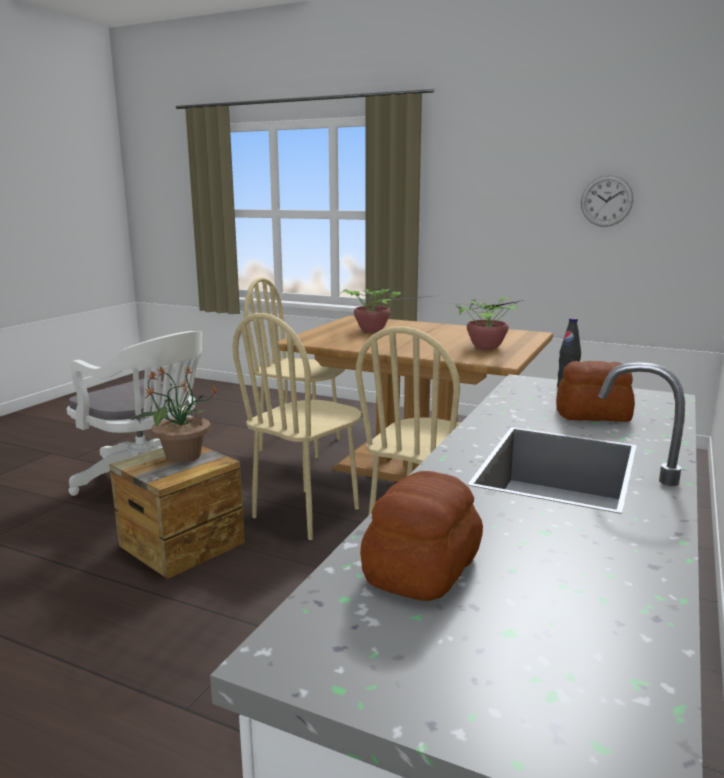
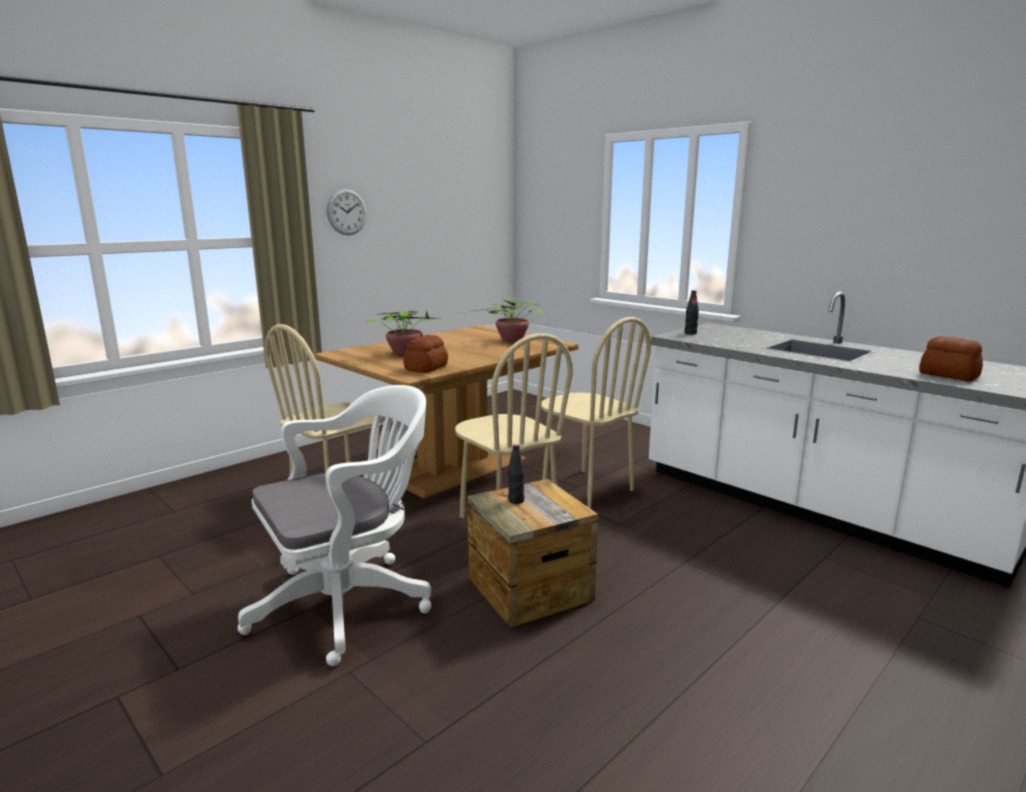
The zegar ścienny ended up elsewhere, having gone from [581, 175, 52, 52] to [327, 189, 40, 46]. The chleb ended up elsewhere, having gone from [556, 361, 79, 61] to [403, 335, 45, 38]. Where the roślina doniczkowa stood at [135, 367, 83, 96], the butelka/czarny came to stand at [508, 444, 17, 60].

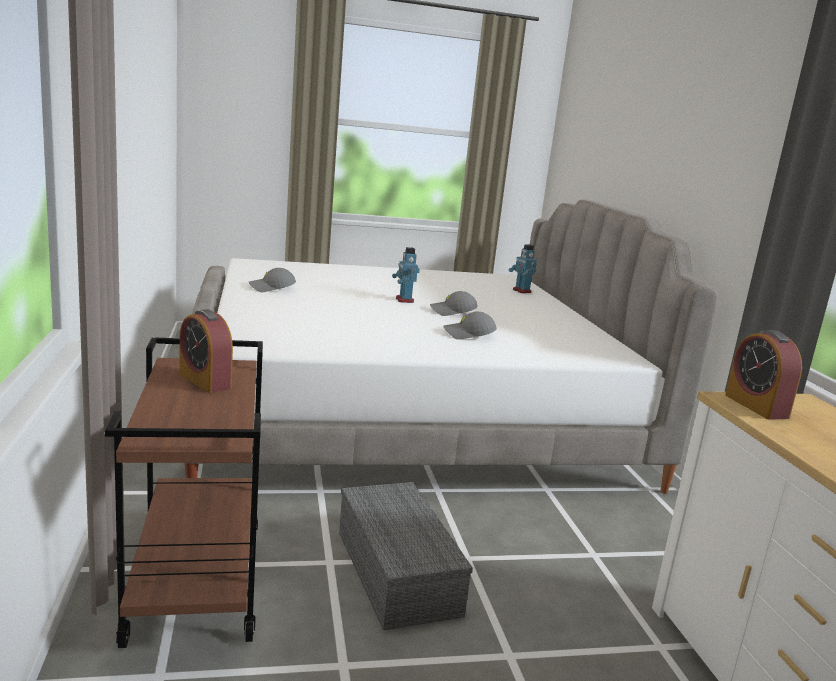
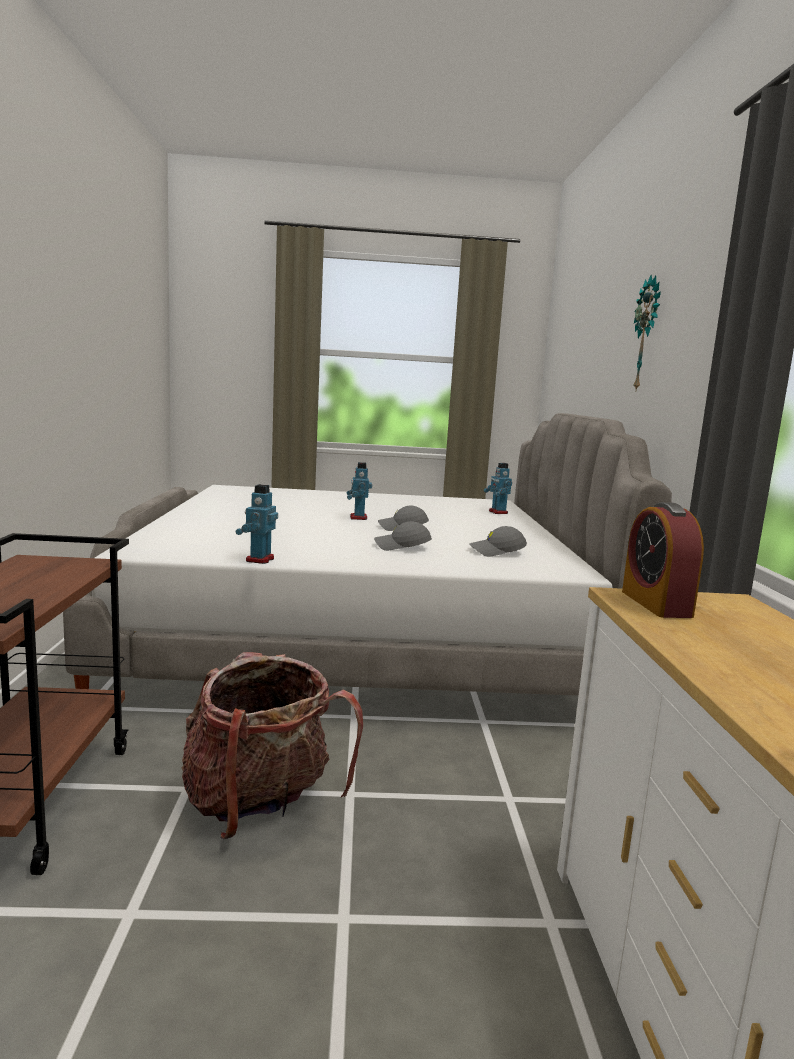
The czapka z daszkiem/szary ended up elsewhere, having gone from [249, 268, 47, 24] to [469, 526, 58, 31]. The second view lost the budzik at [180, 309, 53, 84]. Where the pojemnik do przechowywania/szary stood at [339, 482, 134, 148], the plecak came to stand at [182, 652, 181, 187]. The second view gained the zegar ścienny at [634, 275, 27, 115]. The second view gained the robot zabawkowy at [236, 484, 42, 80].

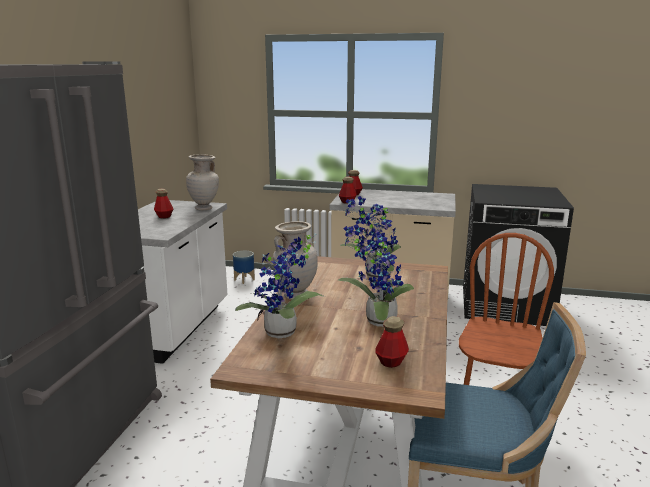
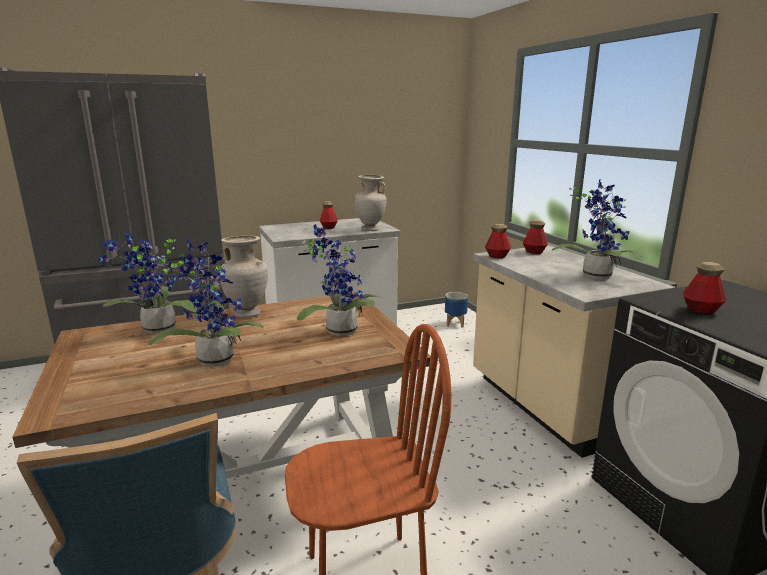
The butelka ended up elsewhere, having gone from [375, 316, 34, 52] to [682, 262, 44, 52]. The second view gained the roślina doniczkowa at [552, 180, 91, 99].

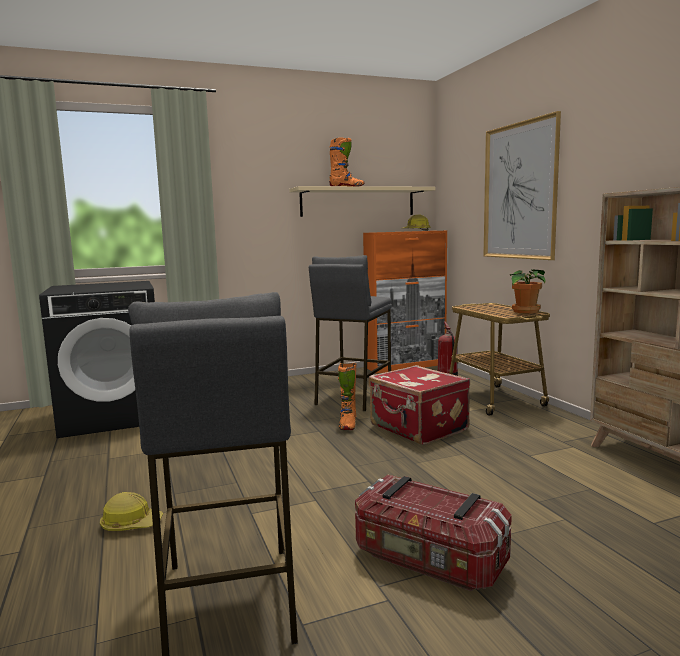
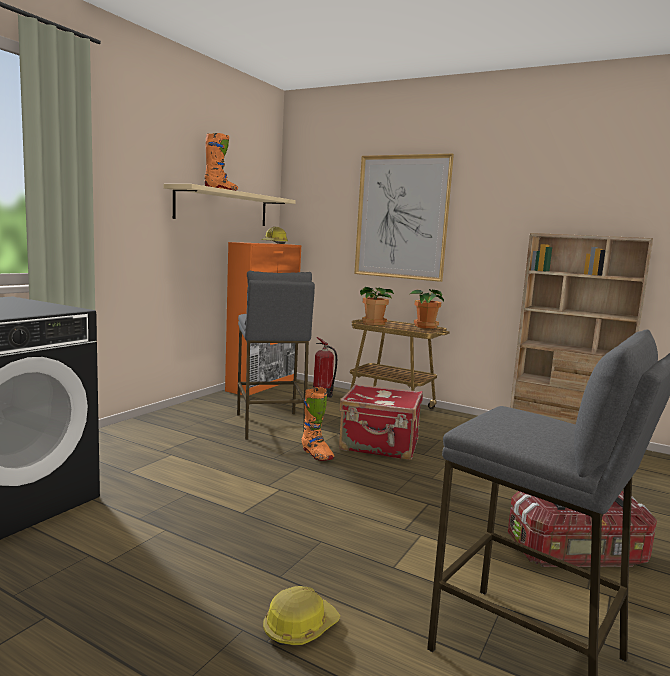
The second view gained the roślina doniczkowa at [360, 287, 34, 39].

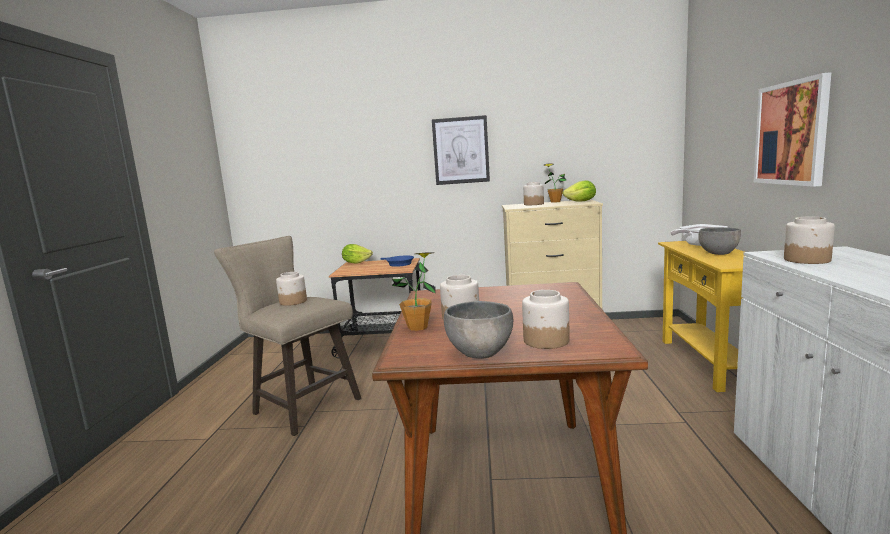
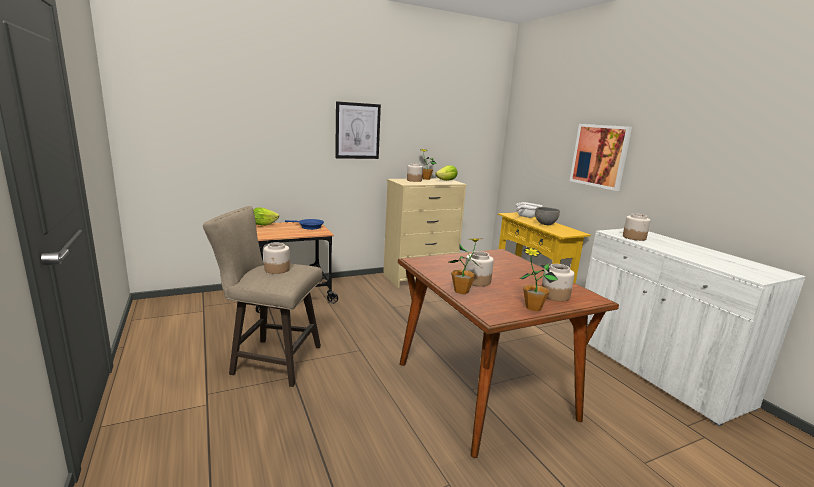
Where the miska/szary stood at [444, 301, 69, 58], the roślina doniczkowa came to stand at [519, 247, 39, 64].

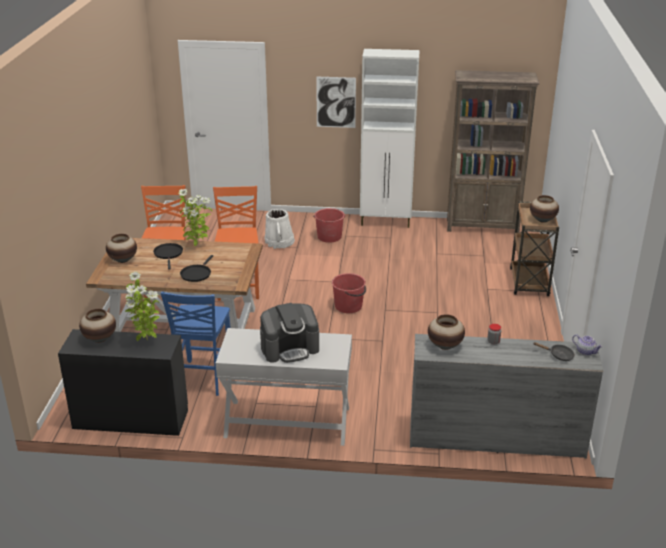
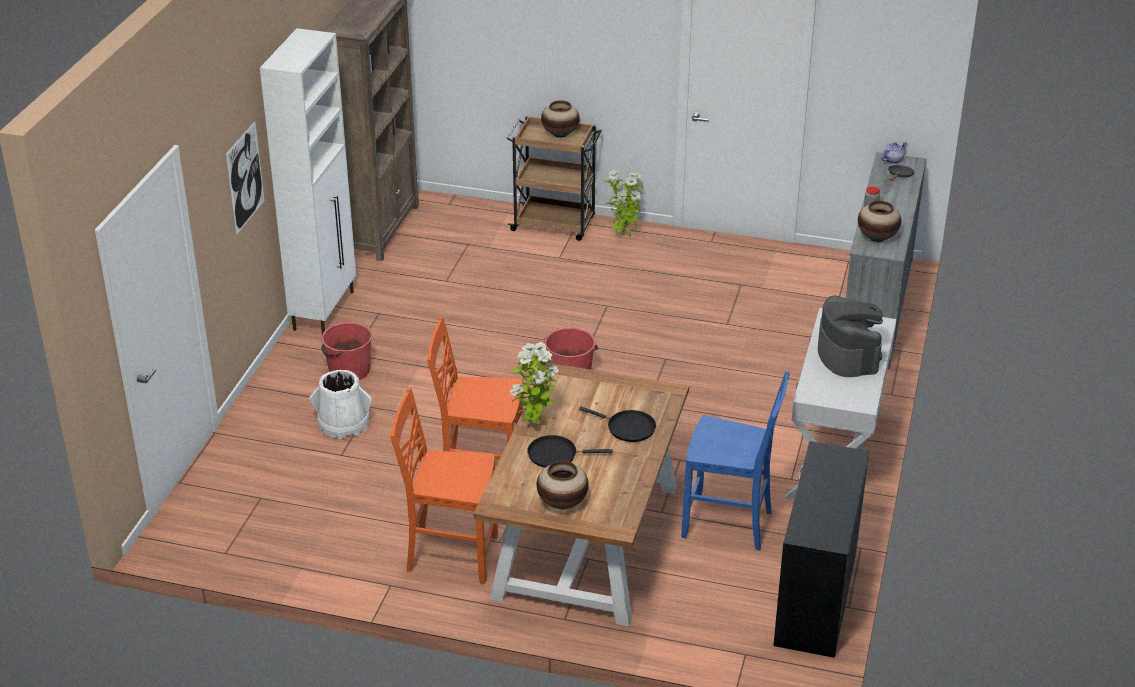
The roślina doniczkowa ended up elsewhere, having gone from [125, 272, 34, 69] to [604, 170, 40, 67]. The second view lost the wazon at [79, 309, 37, 34].

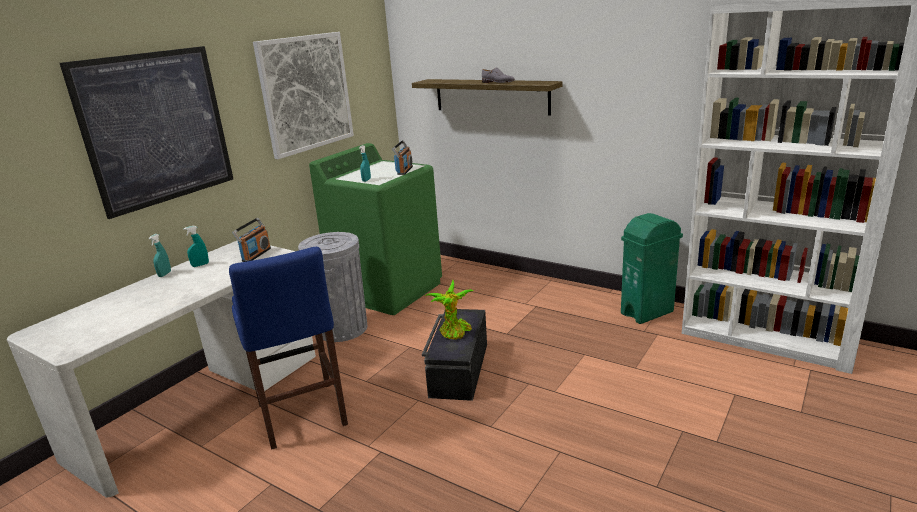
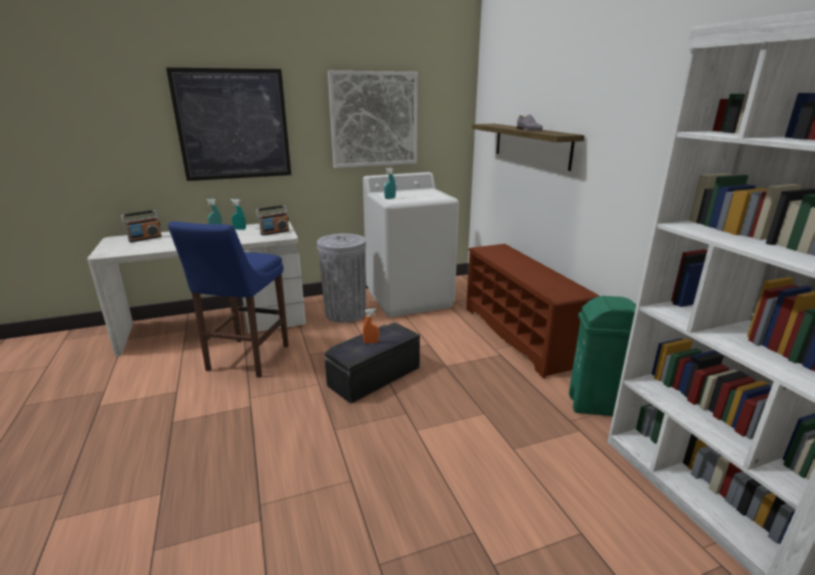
The radio ended up elsewhere, having gone from [392, 140, 21, 35] to [121, 210, 41, 32]. What was the pralka/zielony at [309, 143, 133, 172] turned into the pralka/biały at [363, 172, 96, 145]. Where the roślina doniczkowa stood at [425, 280, 49, 60], the spryskiwacz/pomarańczowy came to stand at [363, 309, 16, 35]. The second view gained the regał na buty/brązowy at [466, 244, 133, 134].

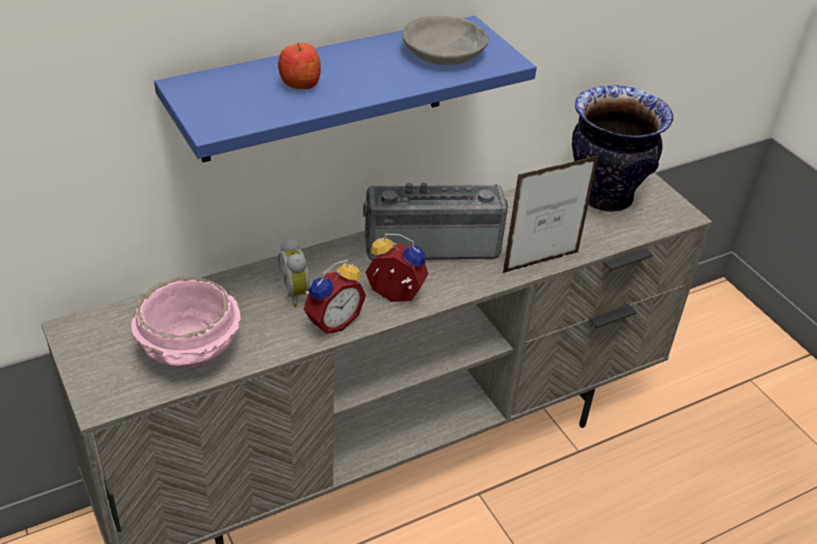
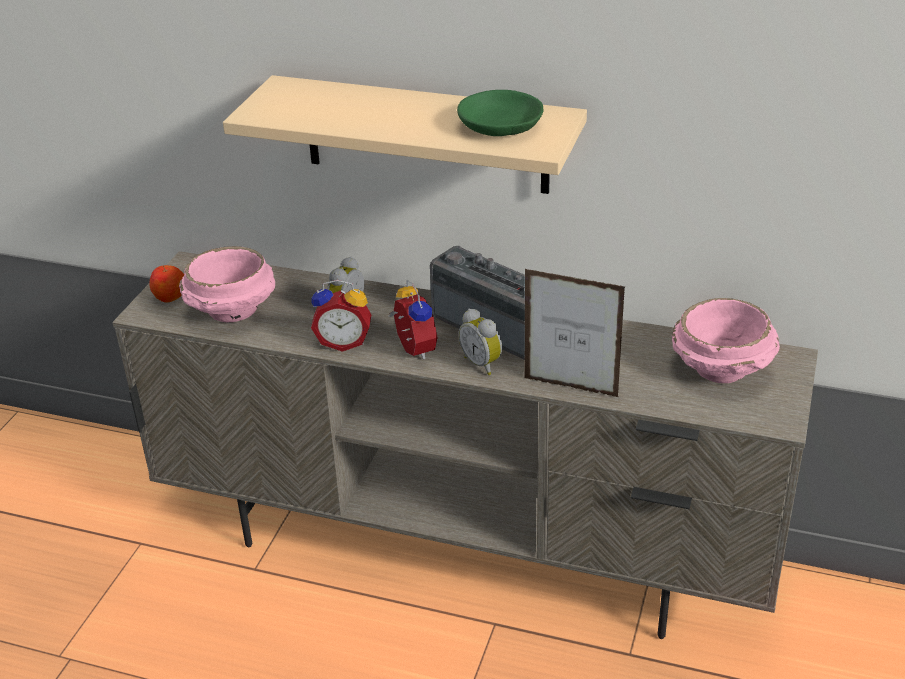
What was the półka/niebieski at [154, 16, 383, 146] turned into the półka/beżowy at [223, 75, 364, 119]. What was the miska/szary at [402, 16, 87, 49] turned into the miska/zielony at [457, 90, 87, 46]. The jabłko ended up elsewhere, having gone from [278, 43, 43, 46] to [149, 265, 35, 38]. Where the wazon stood at [572, 85, 101, 127], the miska/różowy came to stand at [672, 298, 108, 85]. The second view gained the budzik at [458, 309, 44, 66].

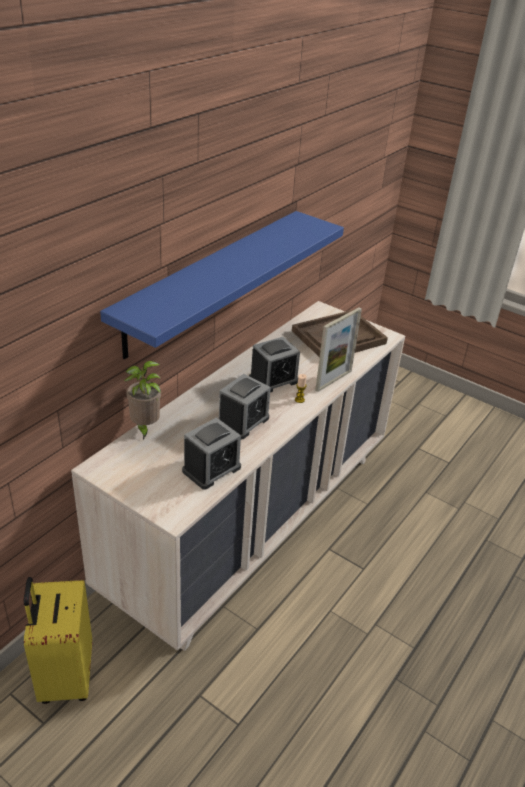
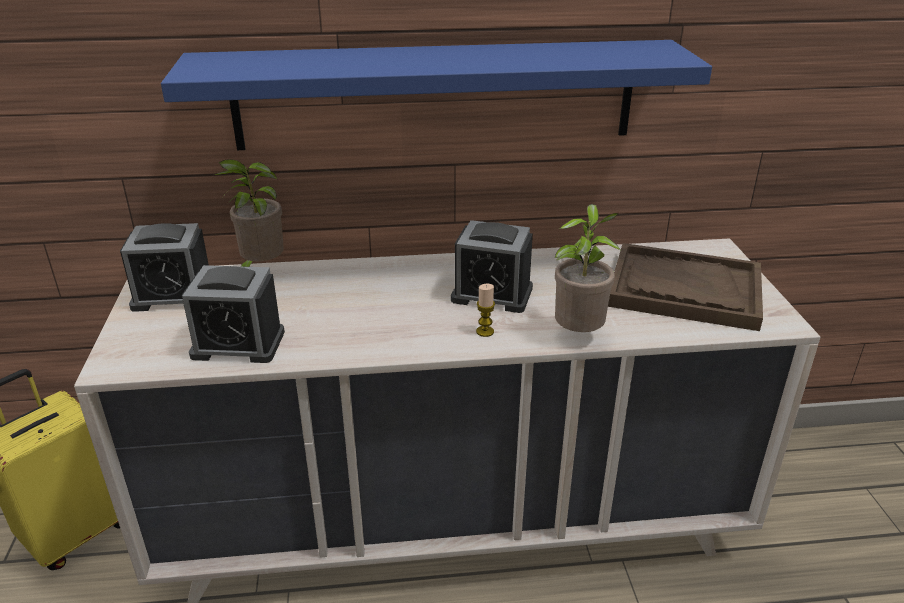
Where the ramka na zdjęcie stood at [315, 307, 47, 85], the roślina doniczkowa came to stand at [555, 204, 65, 128]. The budzik ended up elsewhere, having gone from [219, 374, 52, 66] to [120, 223, 89, 89].

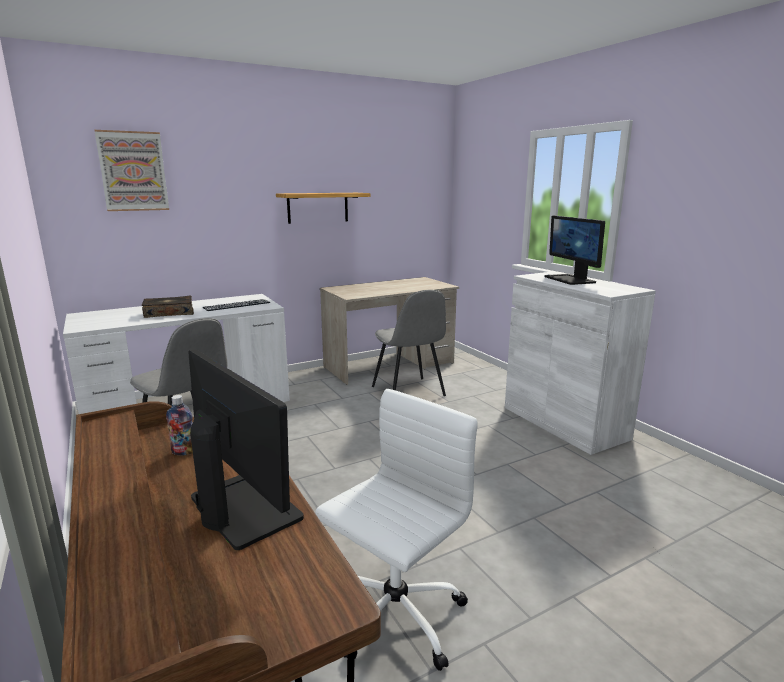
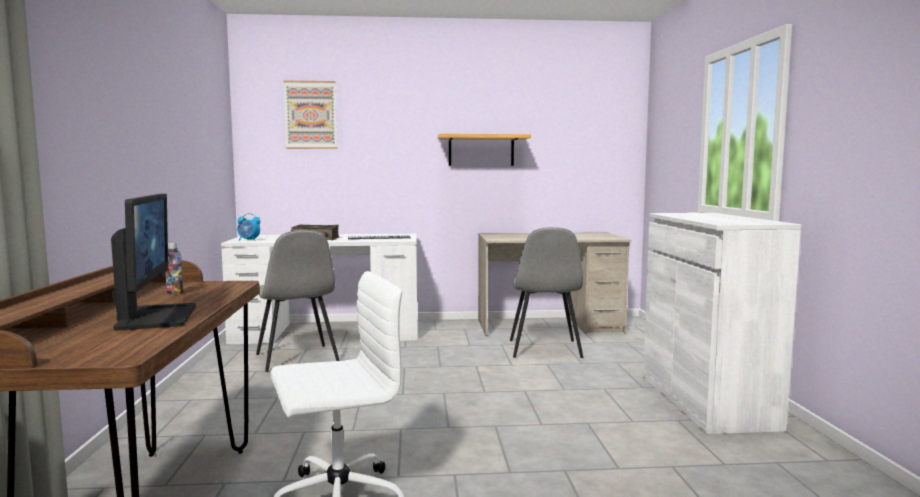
The second view lost the monitor at [545, 216, 60, 69]. The second view gained the budzik at [237, 213, 23, 28].

